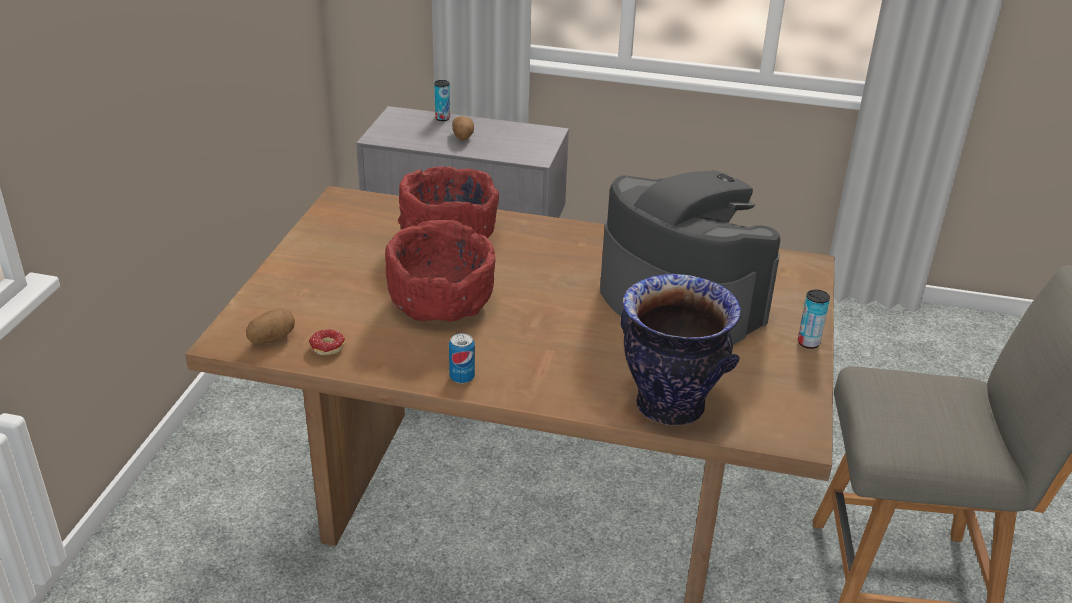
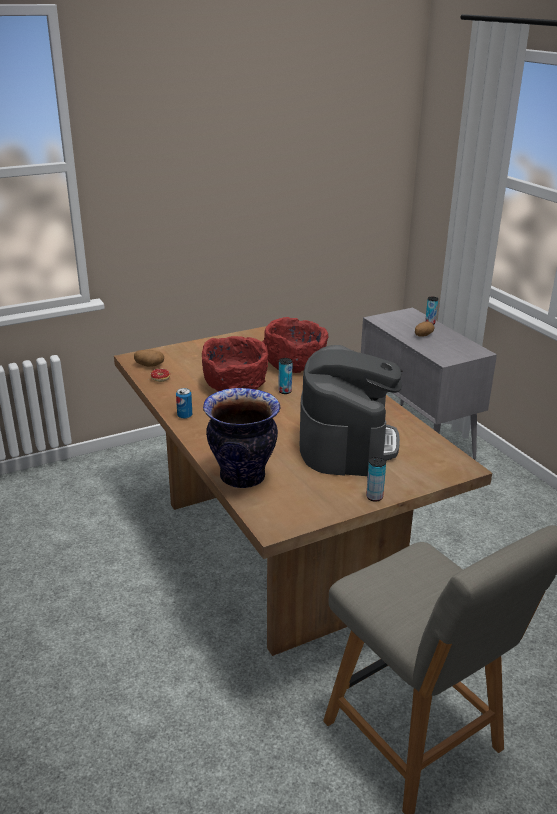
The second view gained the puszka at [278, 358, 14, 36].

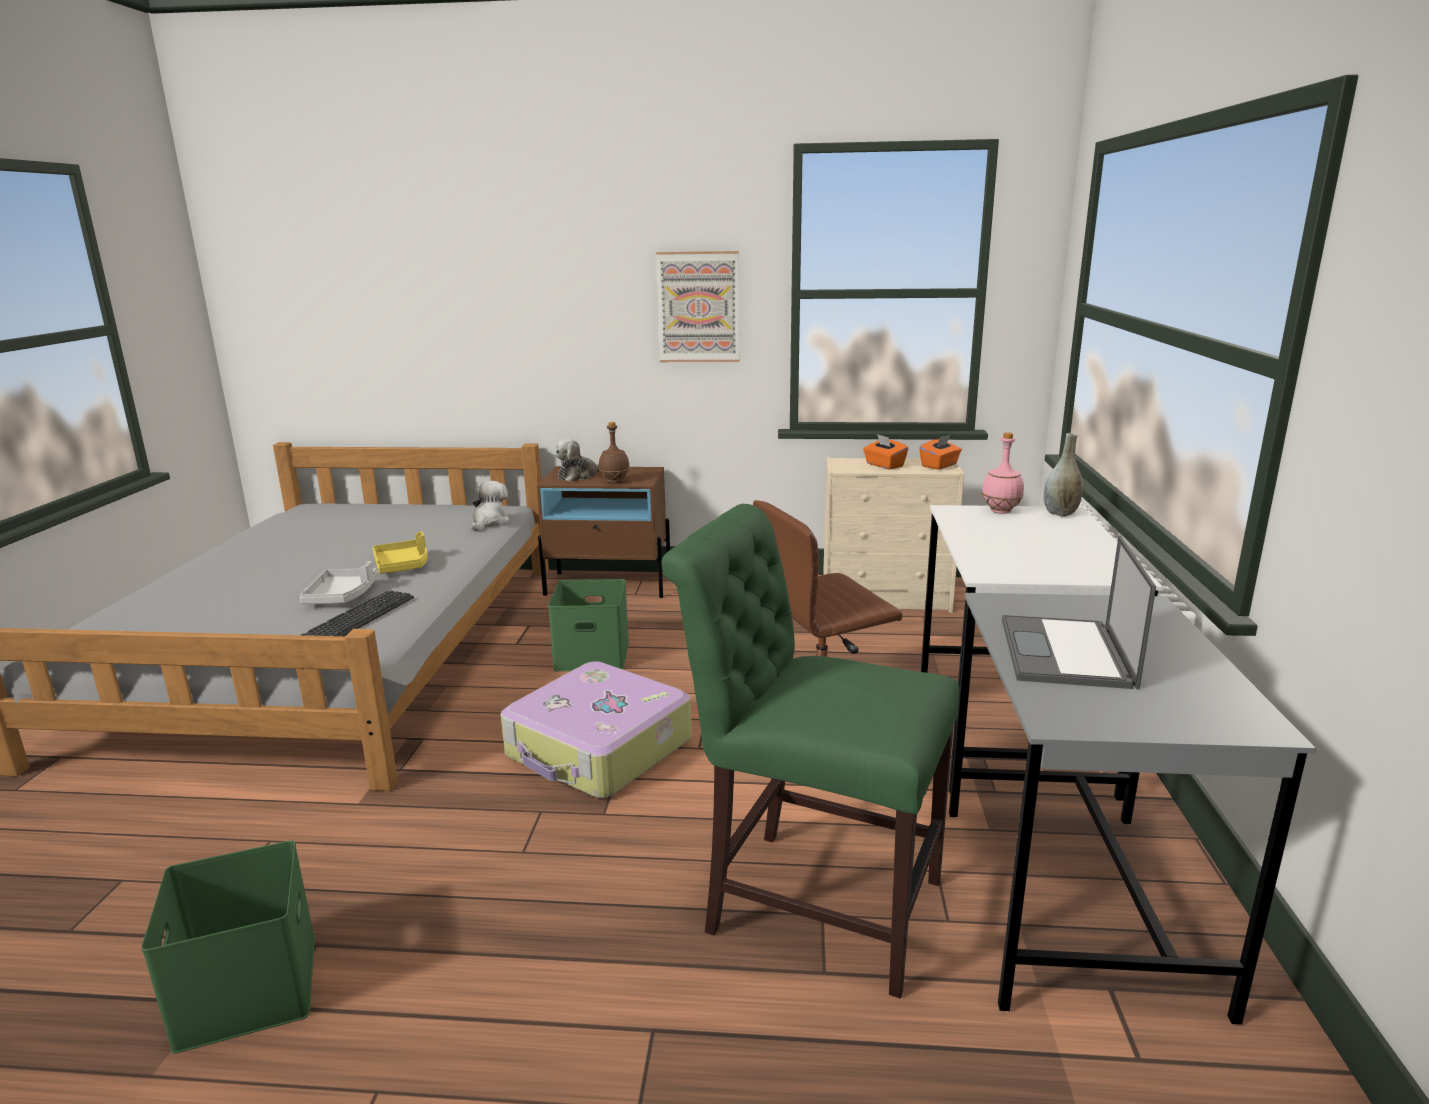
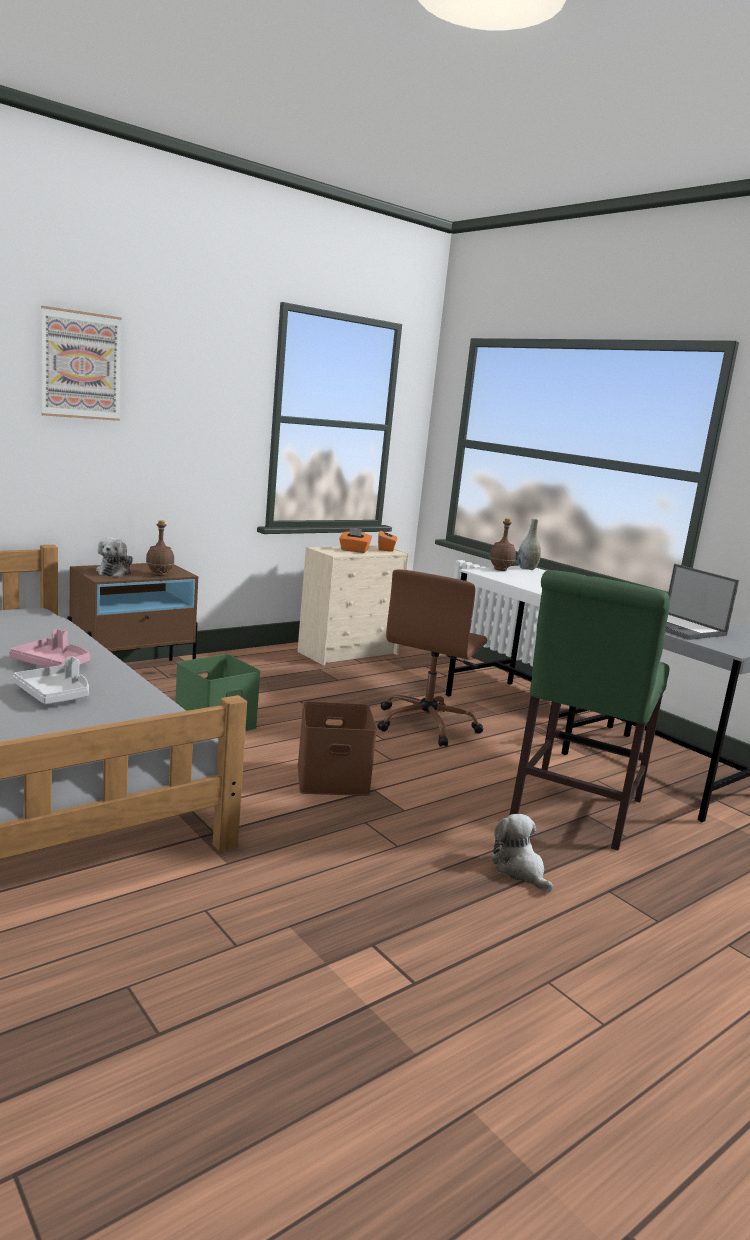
The obraz ended up elsewhere, having gone from [656, 251, 83, 111] to [41, 306, 81, 115]. What was the butelka/różowy at [981, 432, 43, 82] turned into the butelka/brązowy at [489, 518, 27, 53]. The pluszak ended up elsewhere, having gone from [471, 481, 39, 50] to [492, 814, 61, 78]. The krzesło/zielony at [661, 504, 298, 494] ended up facing another way, 45 degrees counterclockwise from before. What was the taca/żółty at [373, 532, 55, 42] turned into the taca/różowy at [9, 629, 81, 38]. The second view lost the klawiatura at [301, 591, 113, 45]. Where the walizka stood at [501, 661, 191, 137], the pojemnik do przechowywania/brązowy came to stand at [297, 701, 80, 95]. The second view lost the pojemnik do przechowywania/zielony at [141, 840, 174, 214].

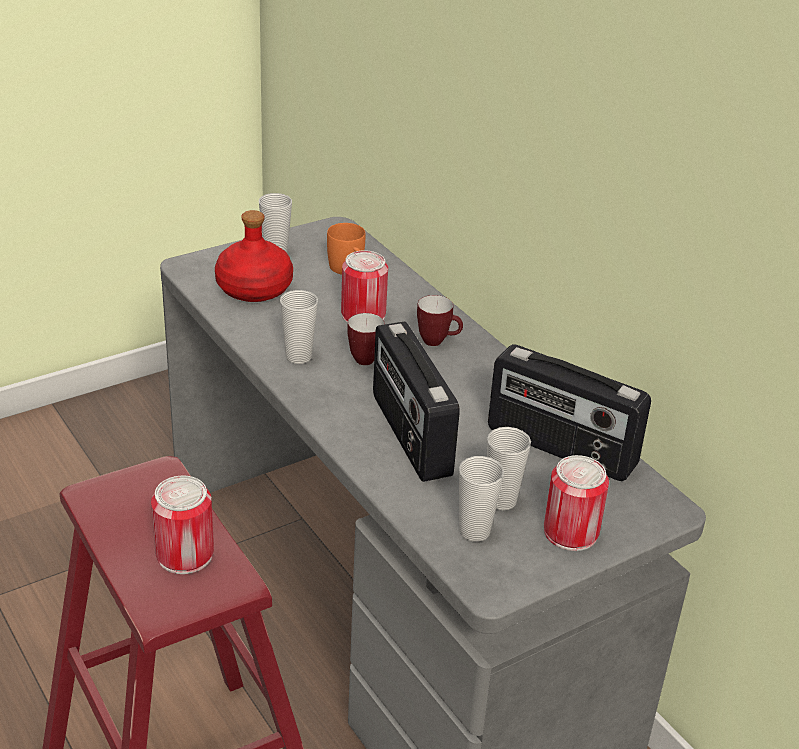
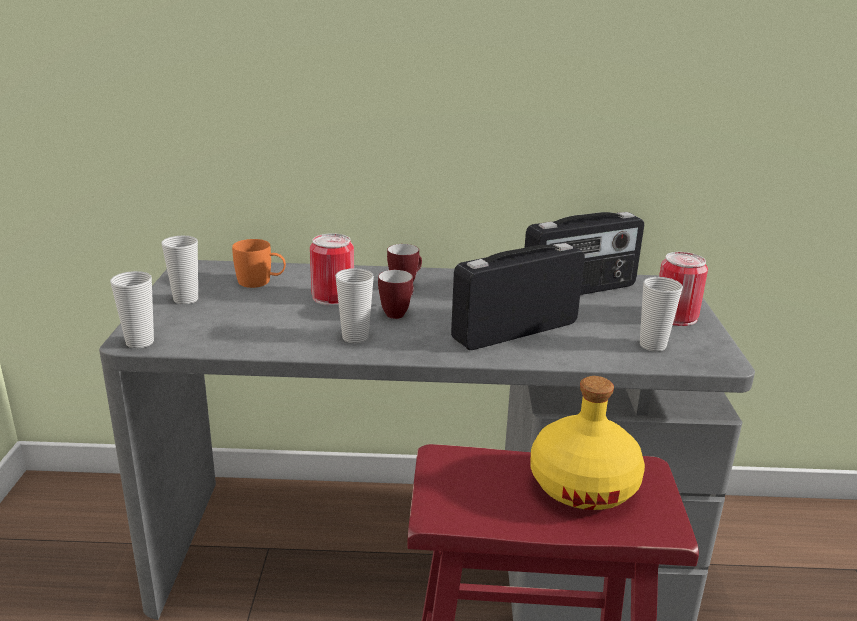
The second view lost the butelka/czerwony at [215, 210, 78, 92]. The radio at [373, 321, 87, 161] ended up facing another way, 135 degrees clockwise from before. The filiżanka ended up elsewhere, having gone from [487, 427, 44, 83] to [110, 271, 44, 77]. Where the puszka stood at [151, 476, 63, 98], the butelka/żółty came to stand at [530, 376, 115, 134].

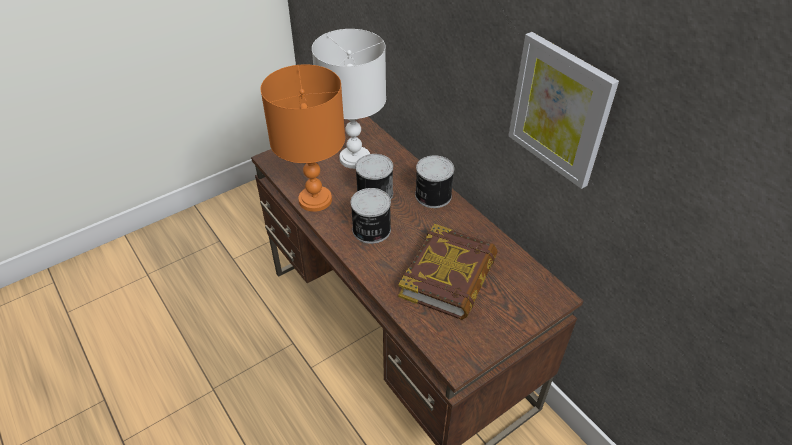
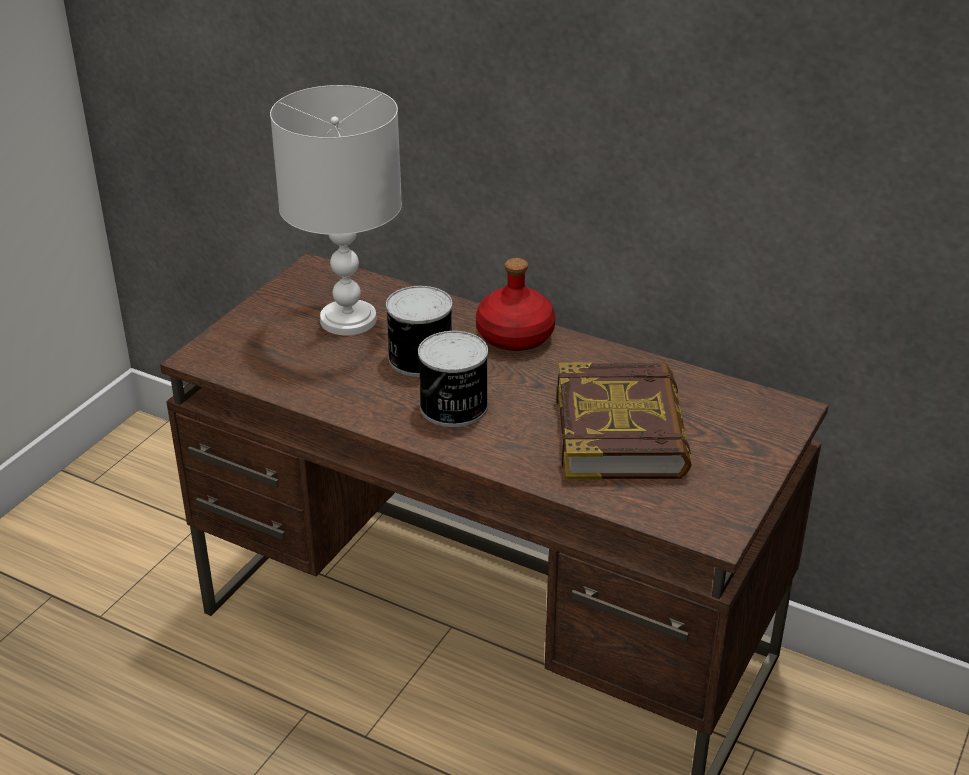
The second view lost the obraz at [508, 32, 111, 157]. The second view lost the lampa stołowa/pomarańczowy at [261, 64, 84, 148]. Where the puszka stood at [415, 155, 39, 53], the butelka/czerwony came to stand at [476, 258, 80, 93].

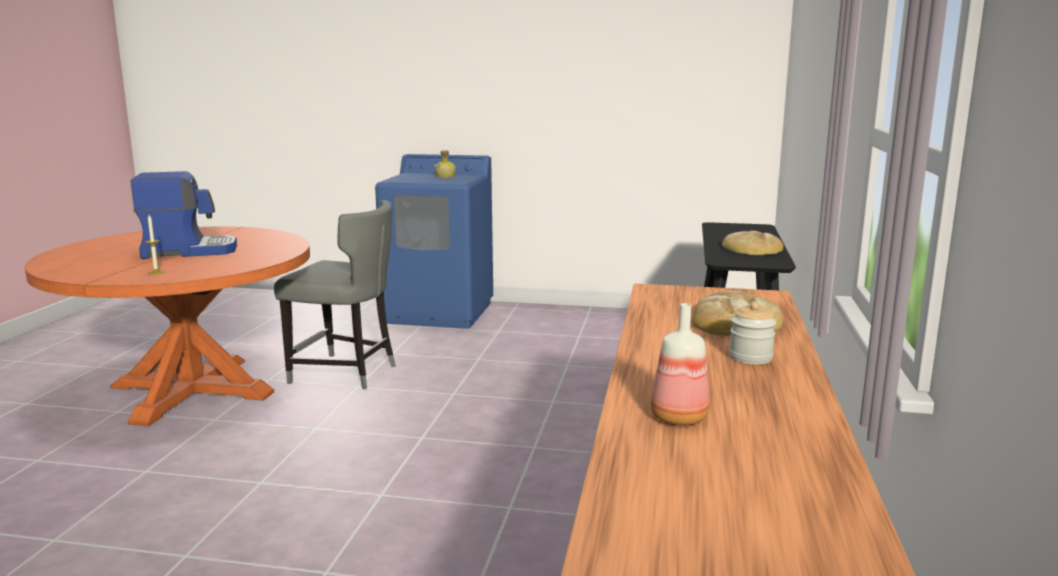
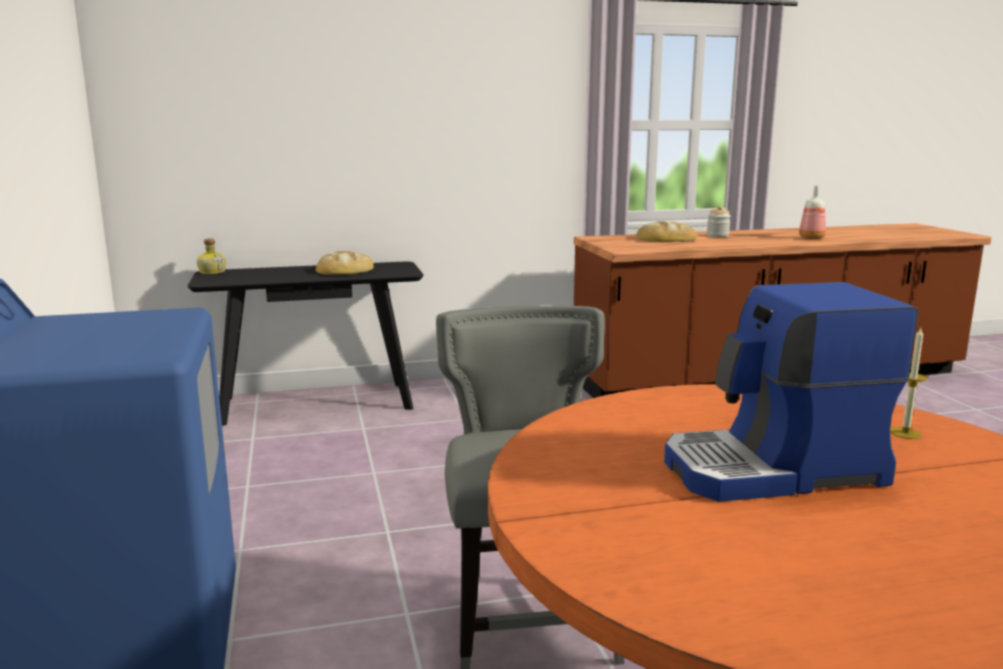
The butelka ended up elsewhere, having gone from [434, 150, 22, 28] to [197, 238, 29, 36]. The ekspres do kawy at [131, 171, 106, 88] ended up facing another way, 60 degrees counterclockwise from before.

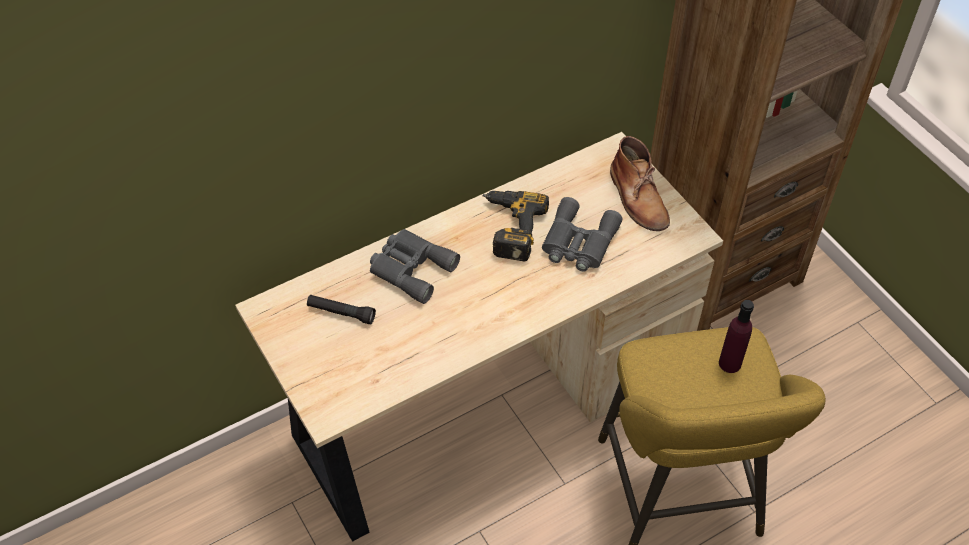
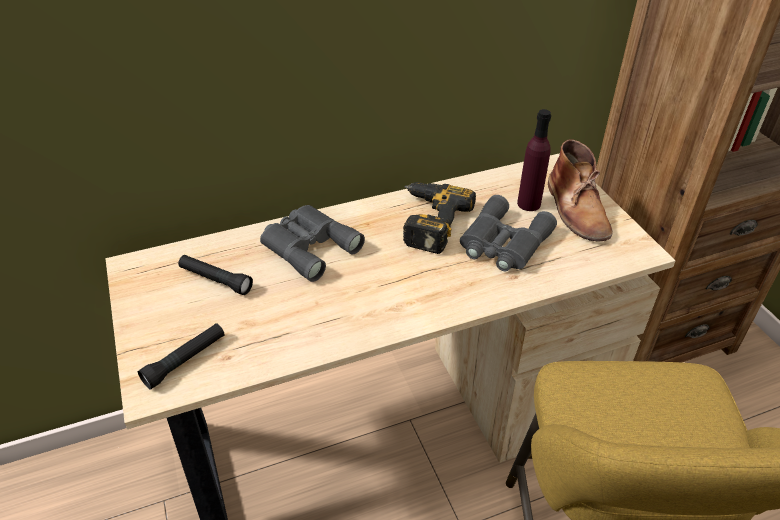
The butelka/fioletowy ended up elsewhere, having gone from [719, 300, 35, 73] to [517, 109, 34, 102]. The second view gained the latarka/czarny at [138, 323, 87, 67].

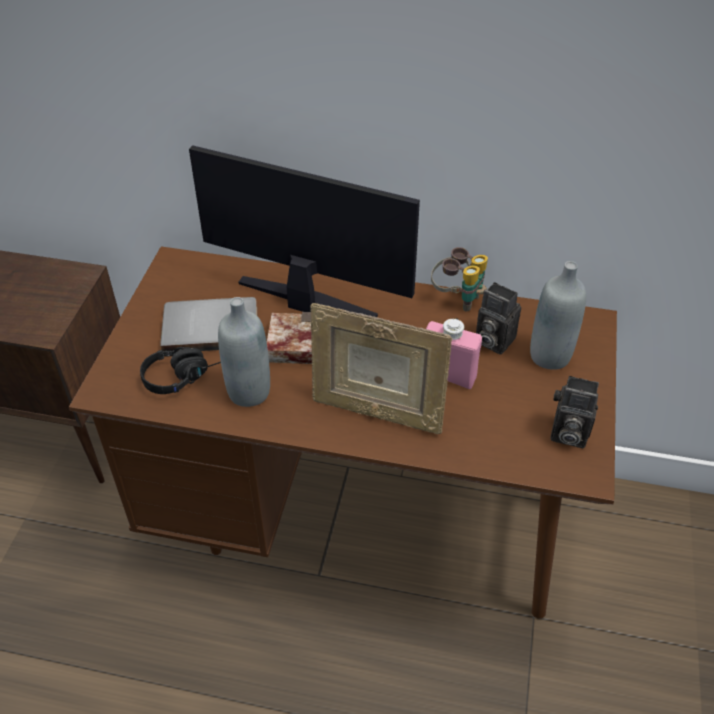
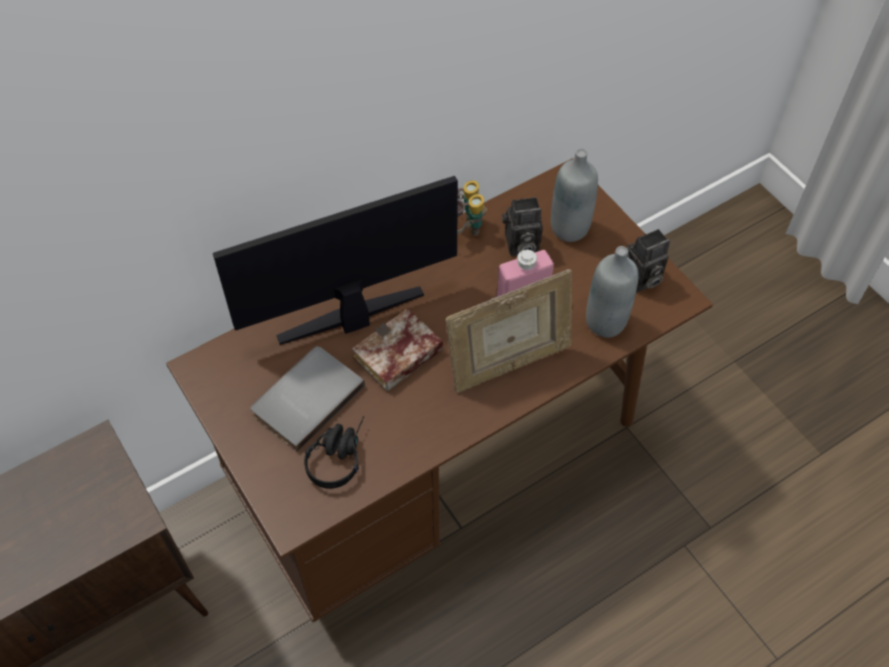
The butelka/szary ended up elsewhere, having gone from [218, 297, 52, 110] to [586, 246, 53, 92].

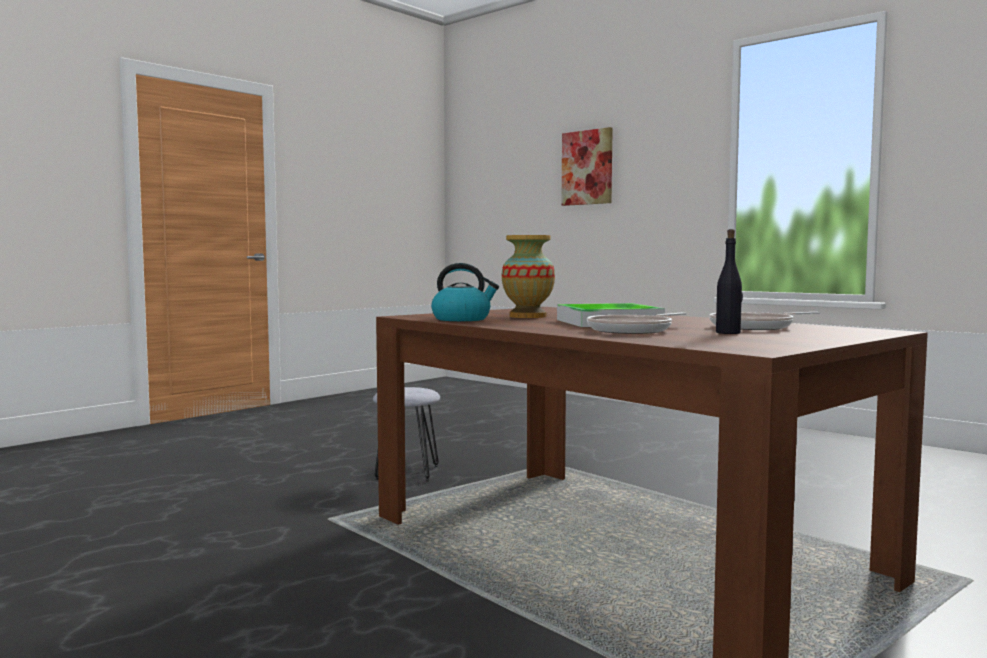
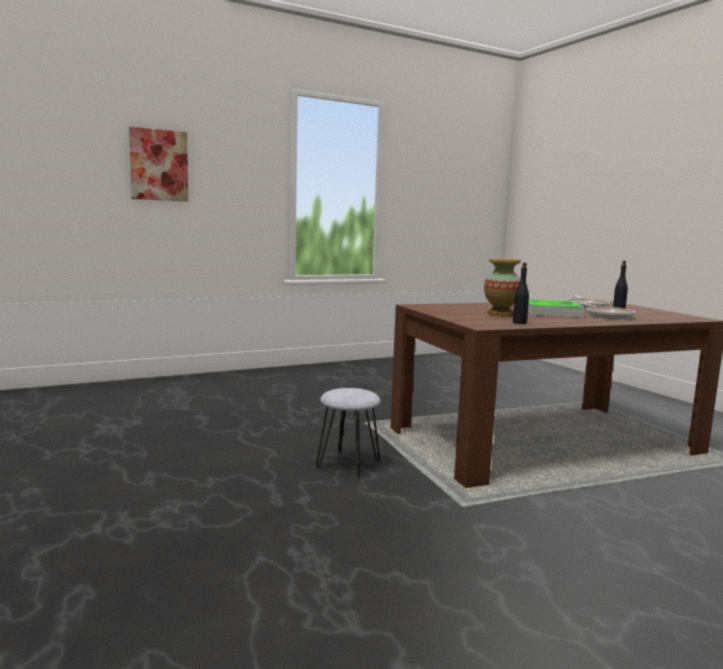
Where the czajnik stood at [431, 263, 68, 58], the butelka/czarny came to stand at [513, 263, 16, 61].

